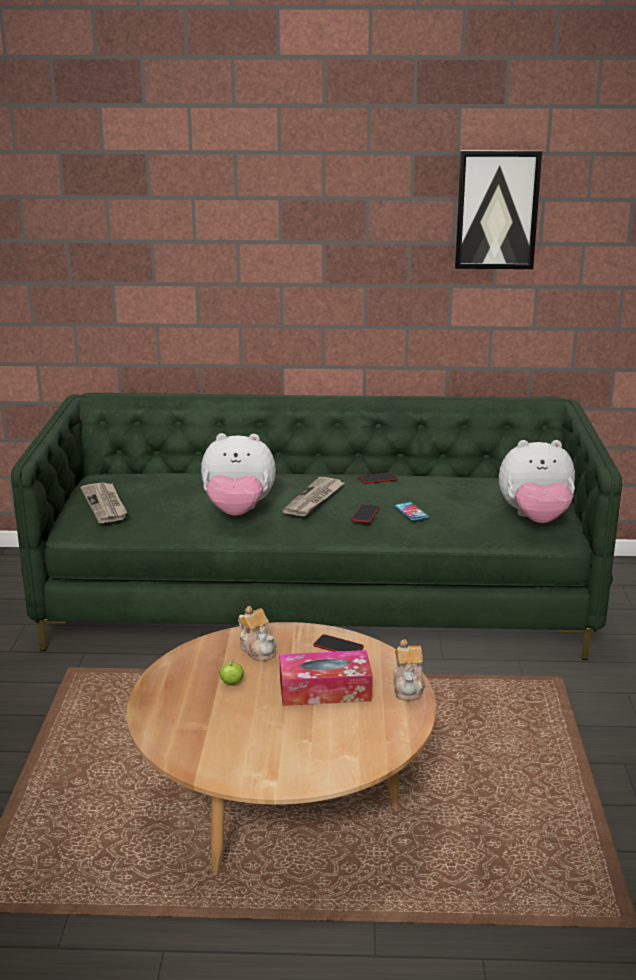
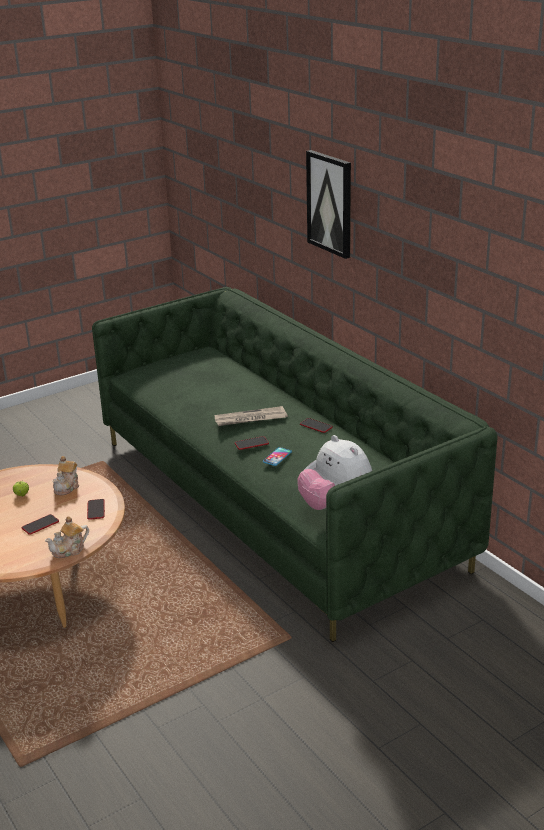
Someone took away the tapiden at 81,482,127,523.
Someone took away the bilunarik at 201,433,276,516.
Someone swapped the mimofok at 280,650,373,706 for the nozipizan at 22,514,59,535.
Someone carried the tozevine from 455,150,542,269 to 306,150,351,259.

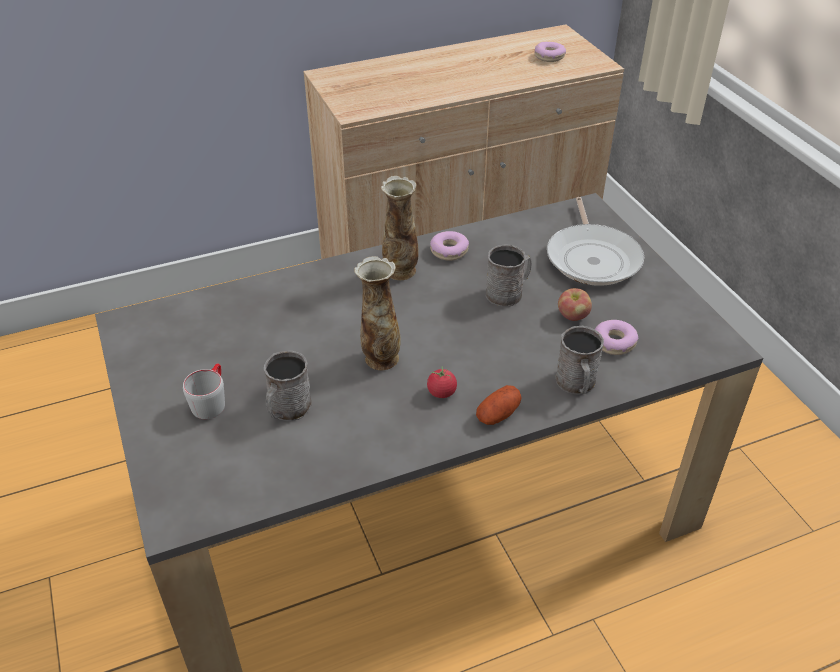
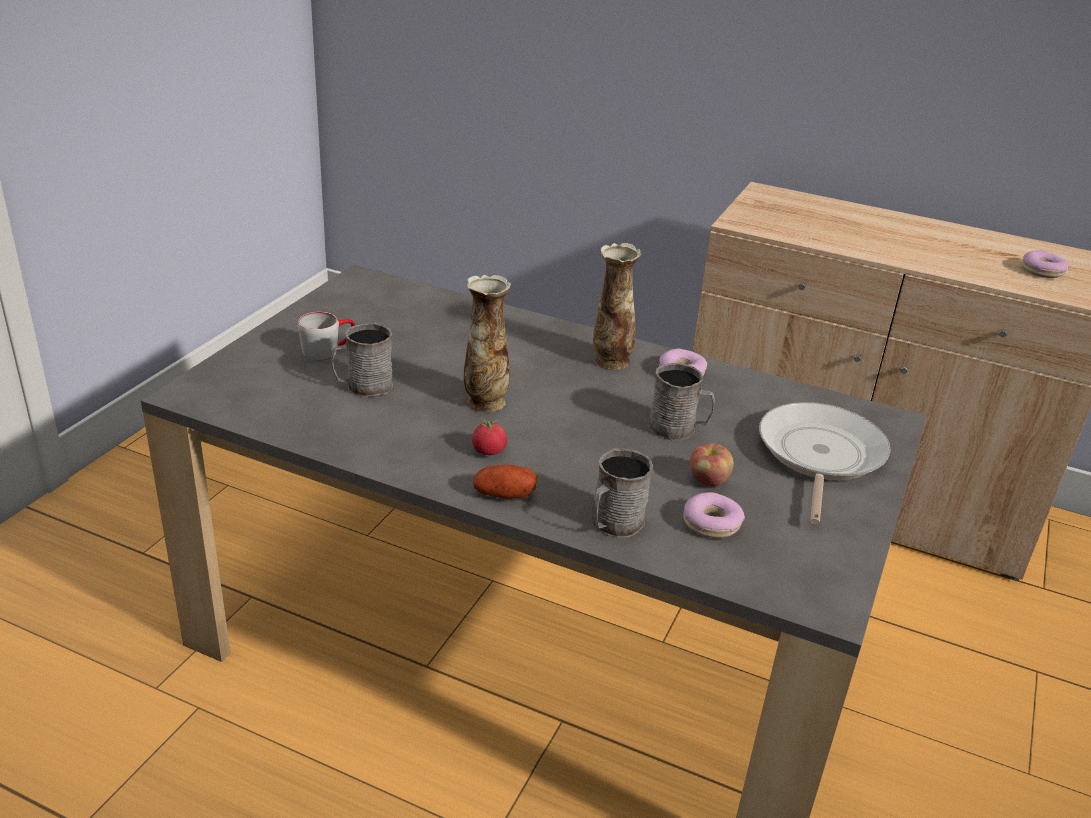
Someone rotated the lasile at 547,197,644,286 by 150 degrees clockwise.

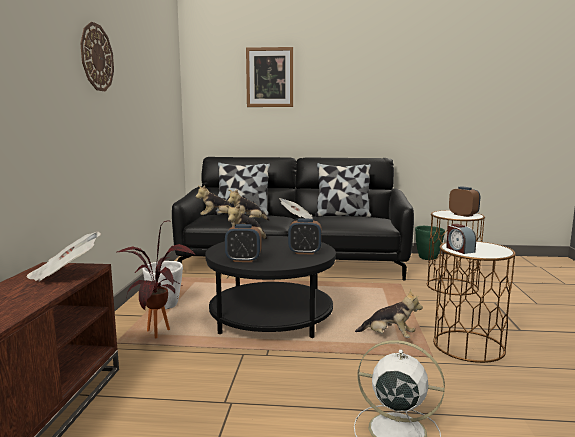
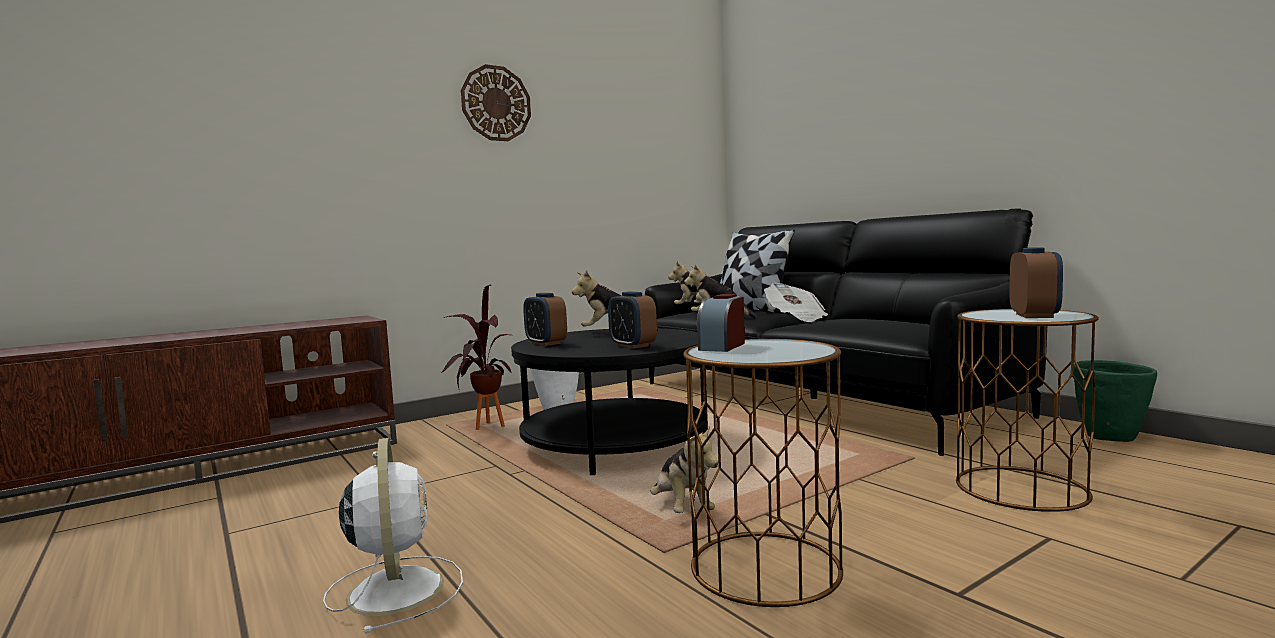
Someone took away the tapiden at 26,232,101,282.
Someone took away the tozevine at 246,47,293,107.
Someone took away the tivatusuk at 315,163,372,217.

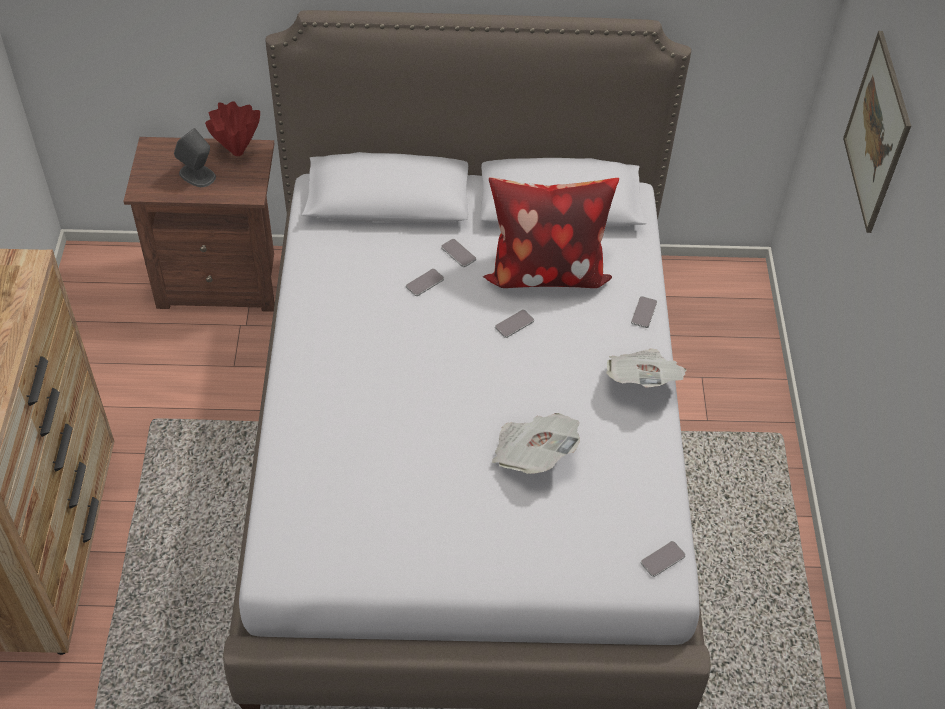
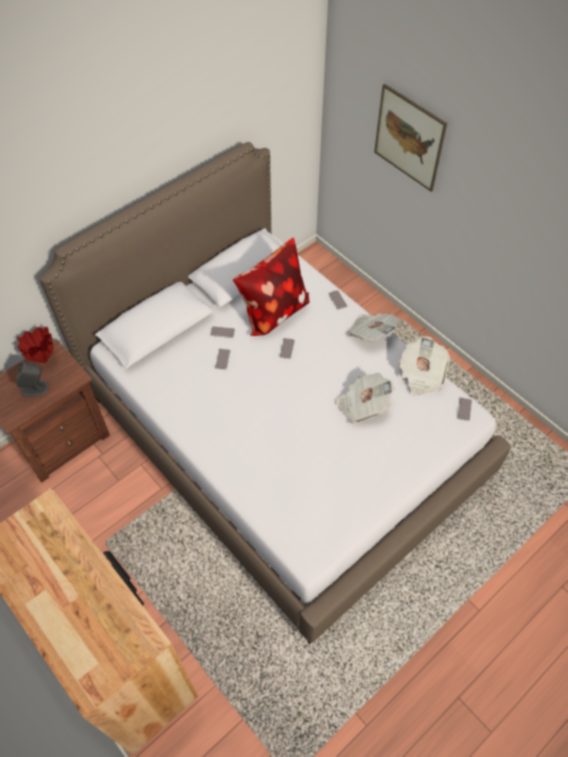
Someone put down the tapiden at 399,336,451,396.

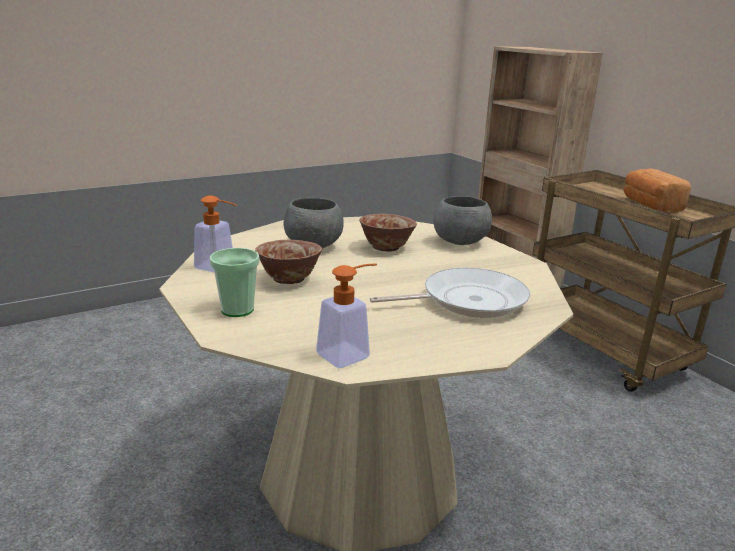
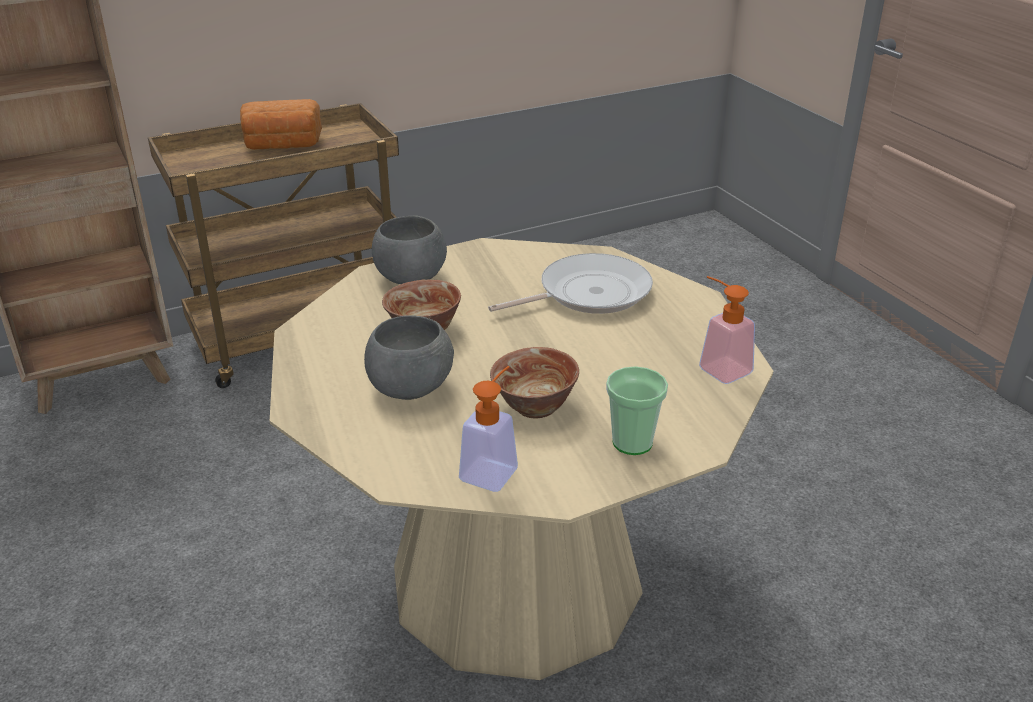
Someone rotated the lasile at 370,268,530,318 by 75 degrees clockwise.

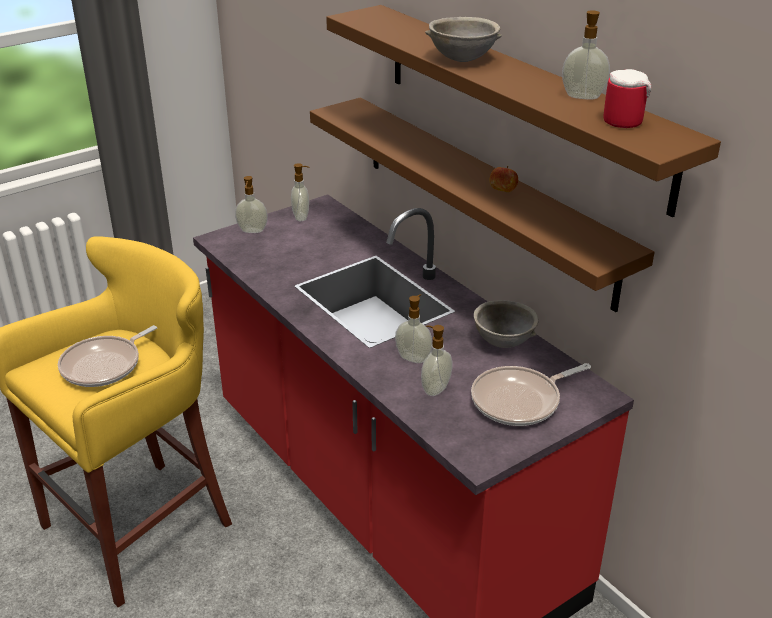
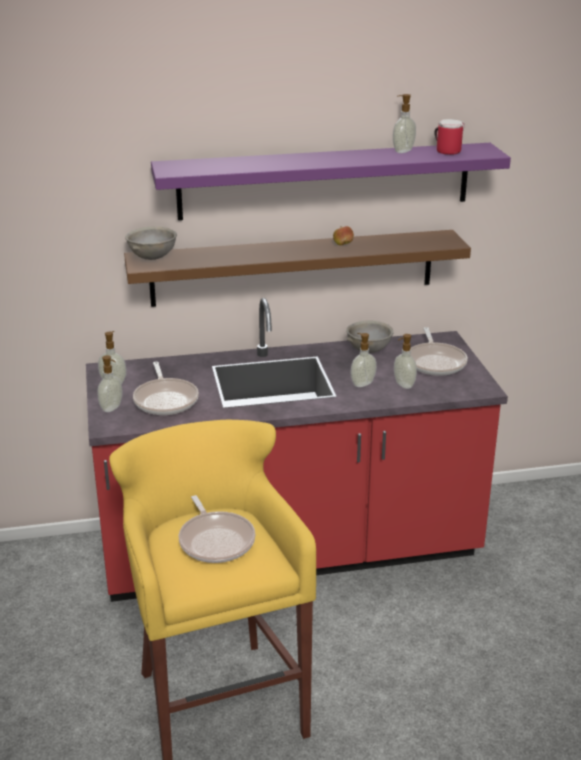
Someone repainted the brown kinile at 326,5,721,217, which became the purple kinile at 151,143,511,220.
Someone carried the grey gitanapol from 425,17,502,62 to 125,226,177,260.
Someone put down the lasile at 133,362,199,415.

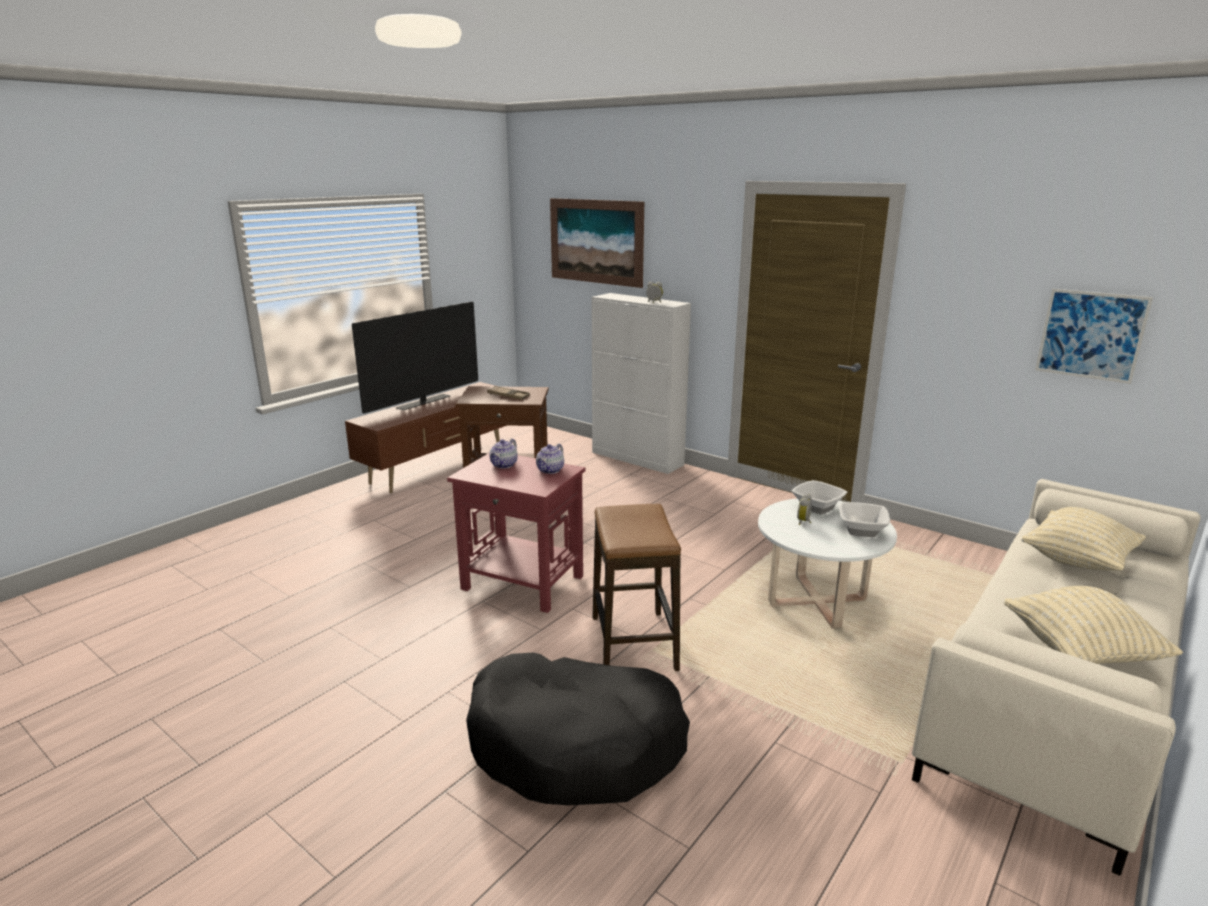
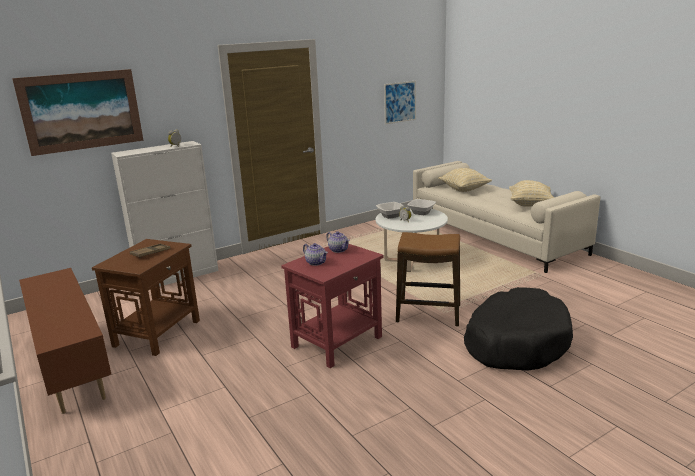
Someone took away the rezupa at 352,302,478,413.

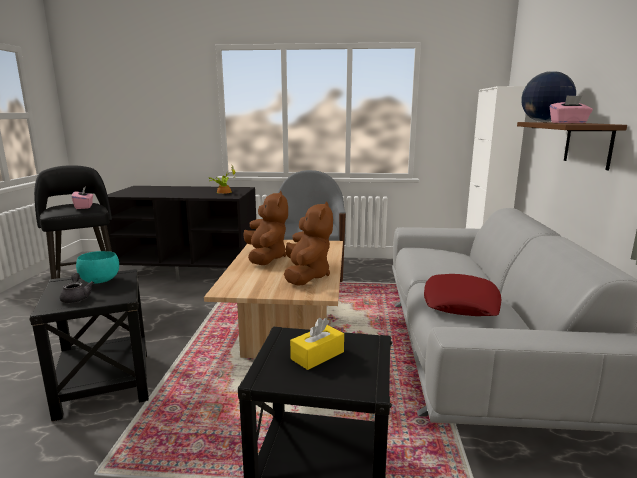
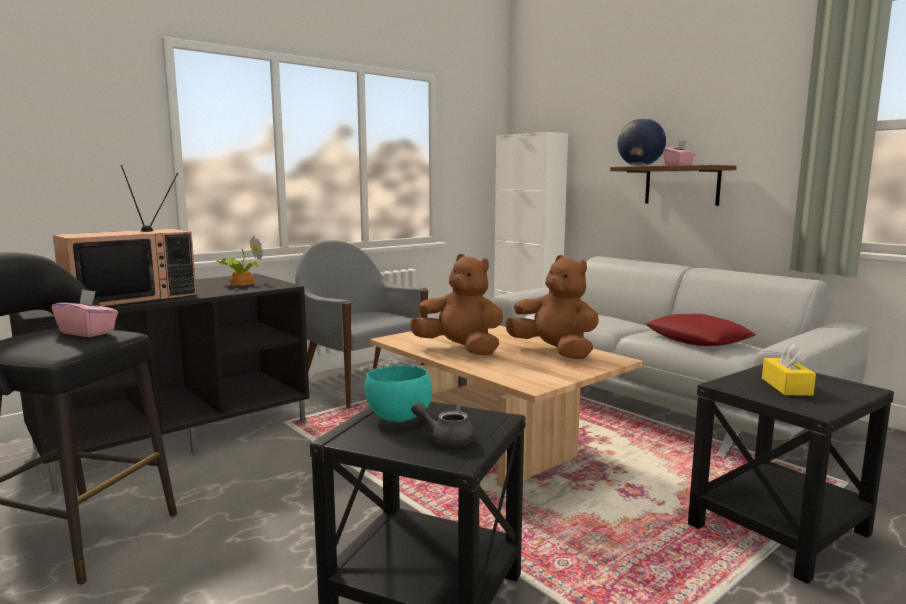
Someone put down the rezupa at 53,165,197,307.

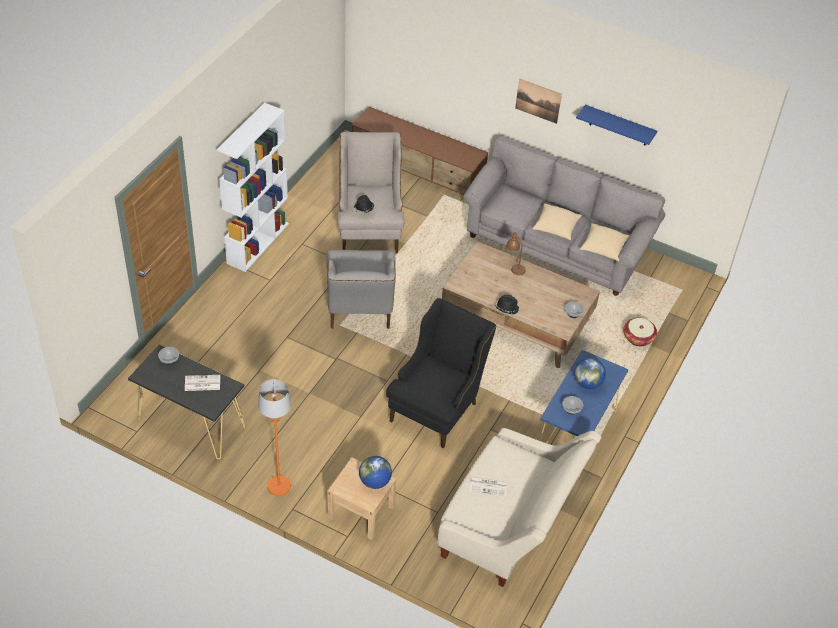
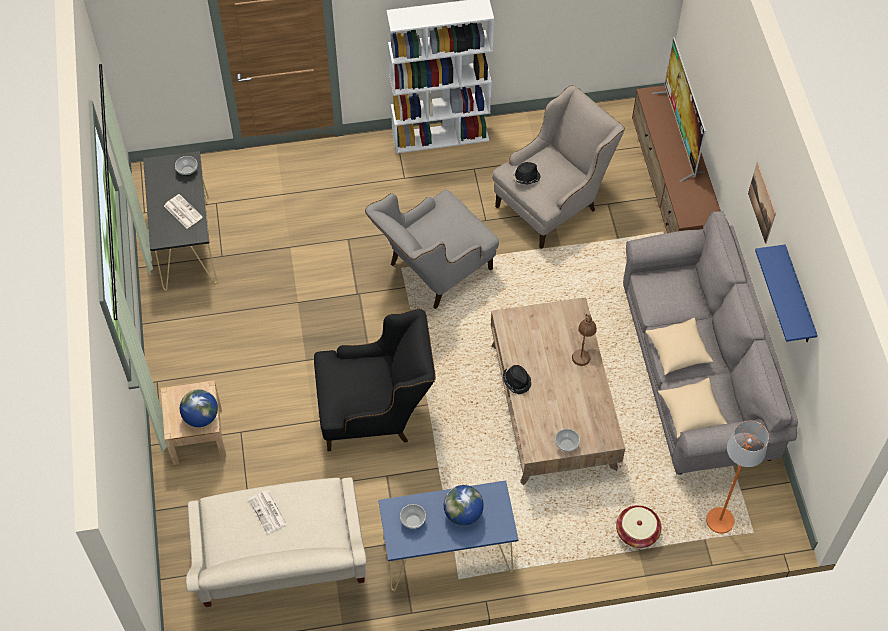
Someone carried the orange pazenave from 258,379,291,496 to 706,421,769,533.
Someone put down the rezupa at 652,37,706,182.

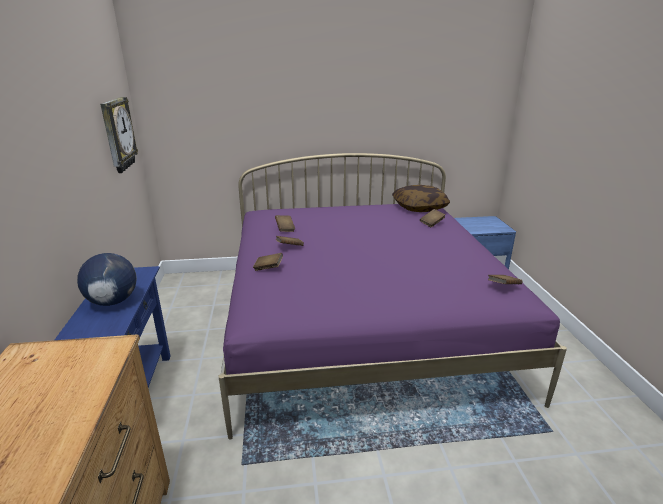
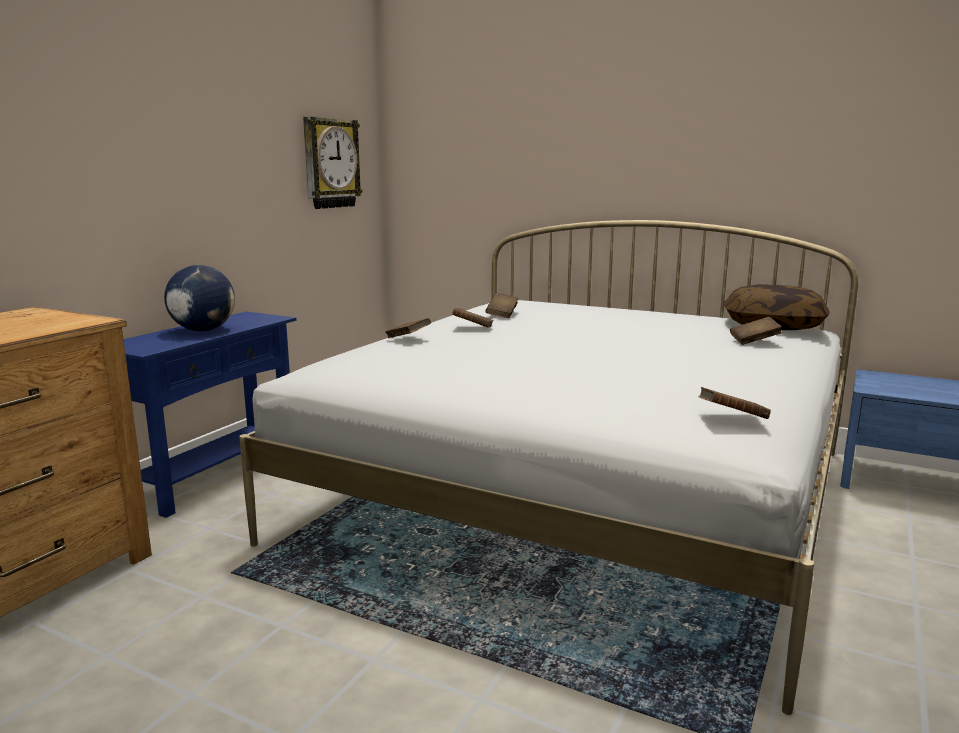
Someone repainted the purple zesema at 218,153,567,440, which became the white zesema at 239,220,858,715.

